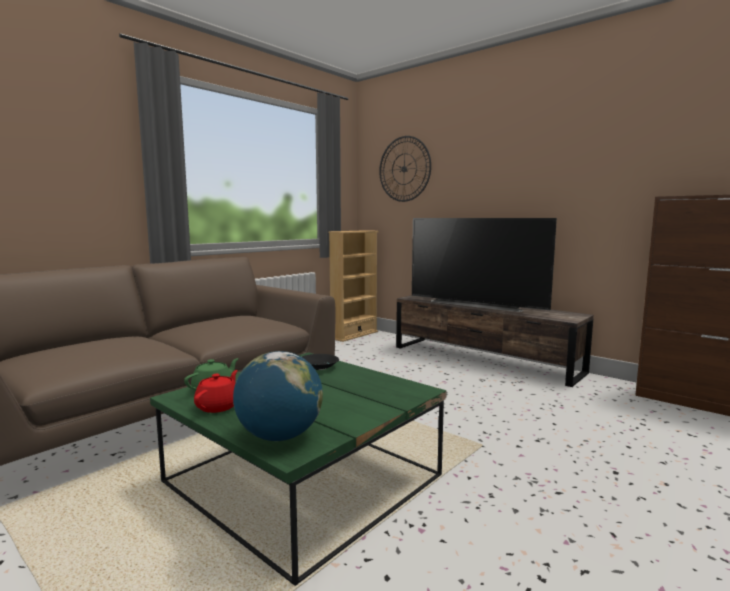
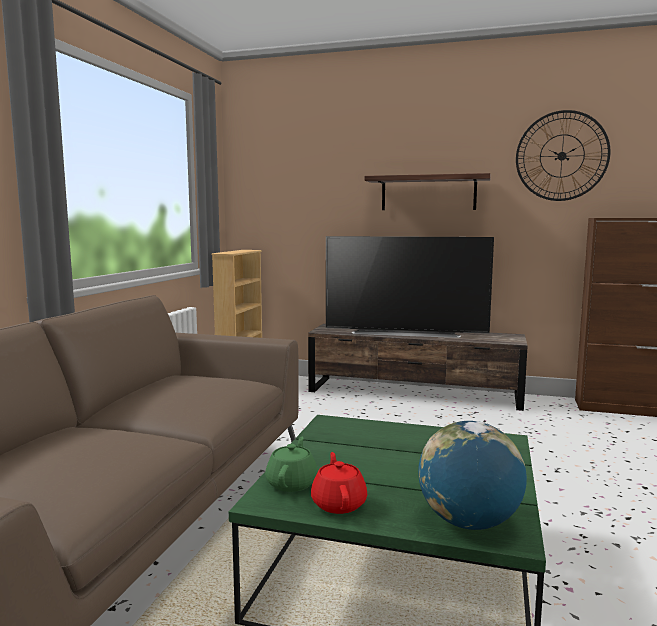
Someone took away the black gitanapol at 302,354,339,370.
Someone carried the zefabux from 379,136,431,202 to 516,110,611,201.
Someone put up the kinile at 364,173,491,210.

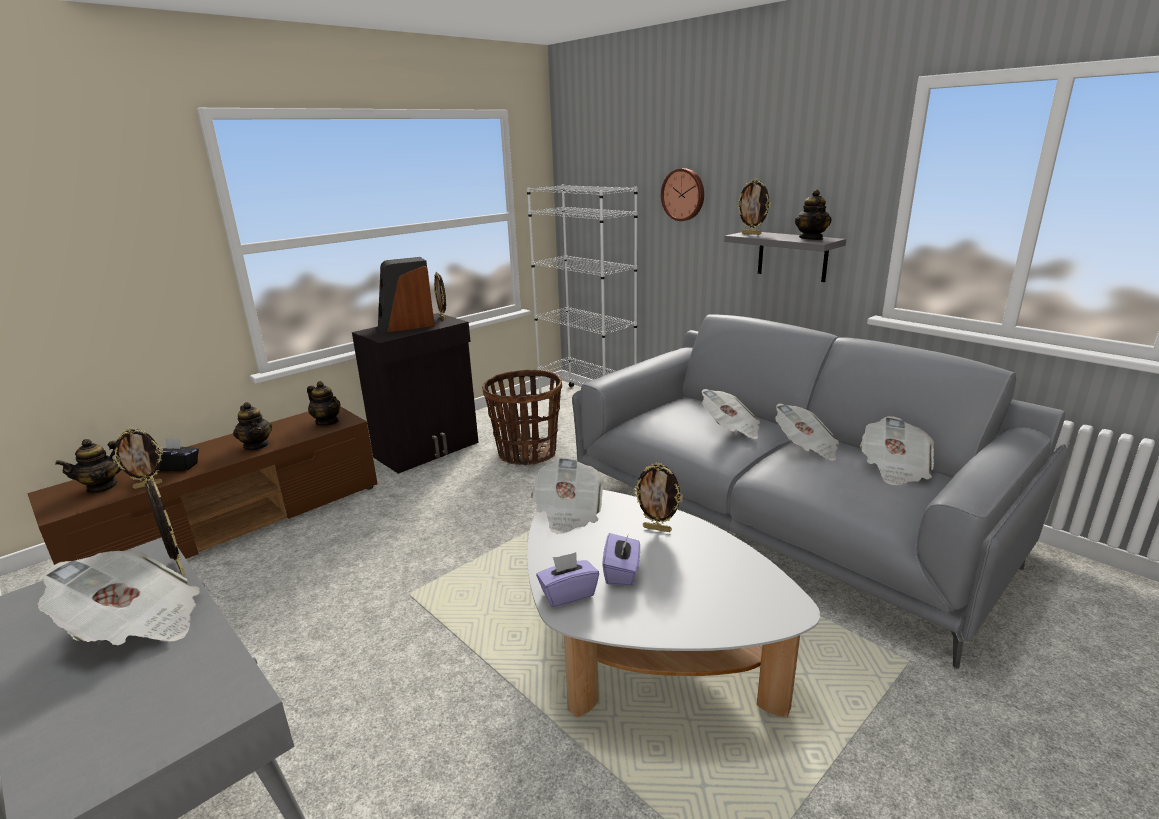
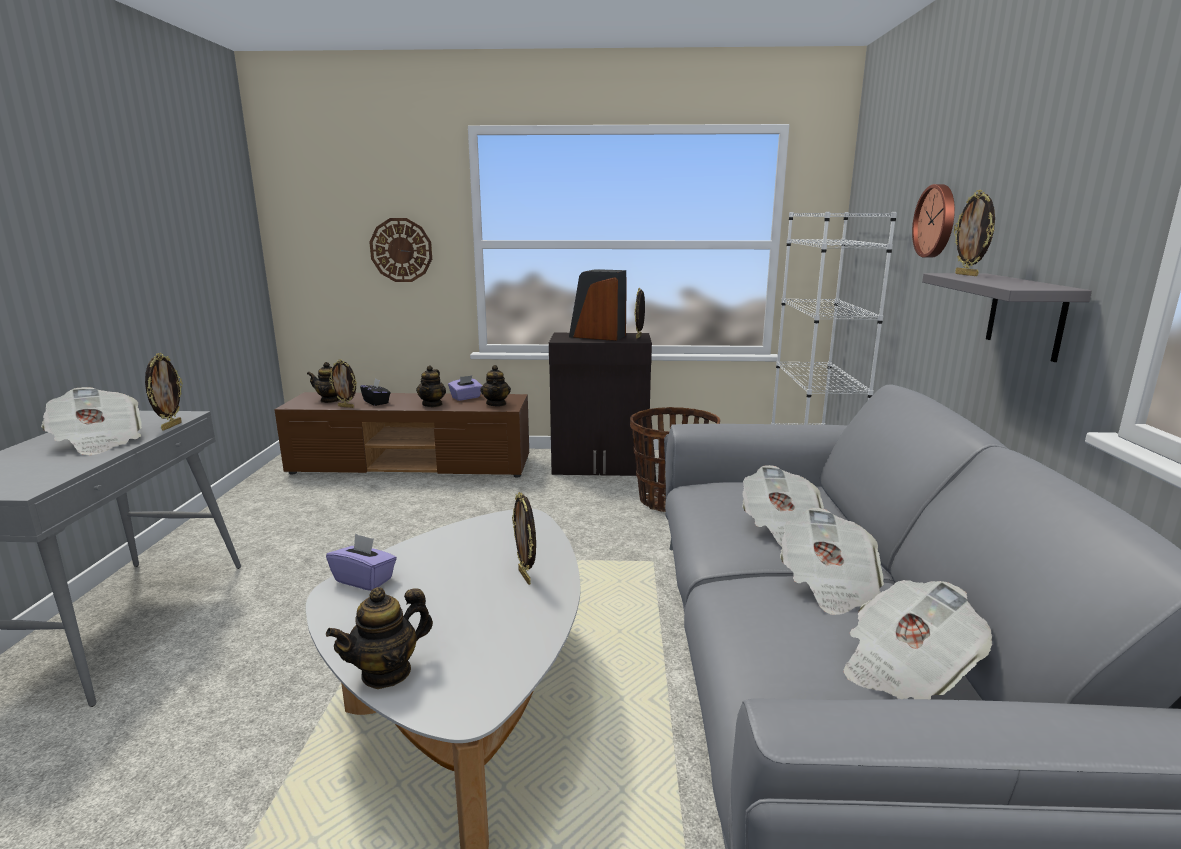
Someone took away the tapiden at 531,457,604,534.
Someone carried the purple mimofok from 603,533,640,586 to 448,376,482,401.
Someone carried the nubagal from 795,190,832,240 to 326,587,433,689.
Someone put up the zefabux at 369,218,432,282.

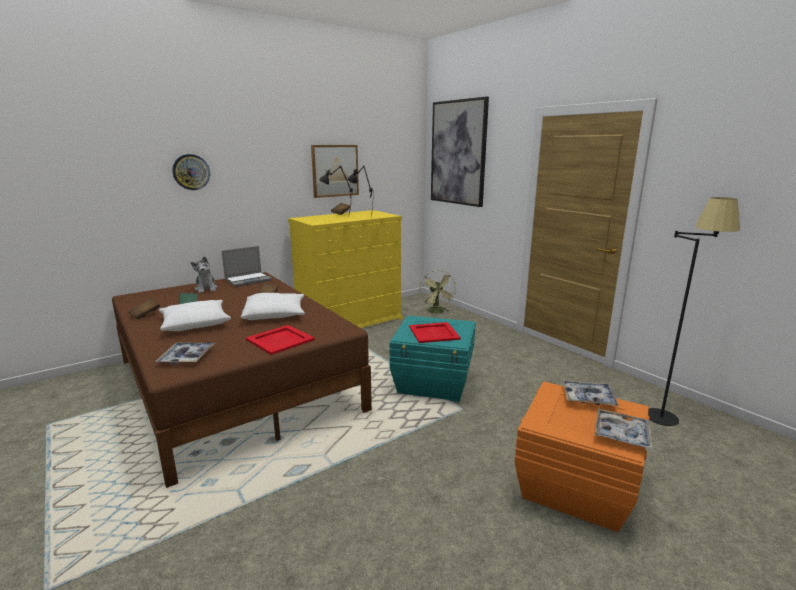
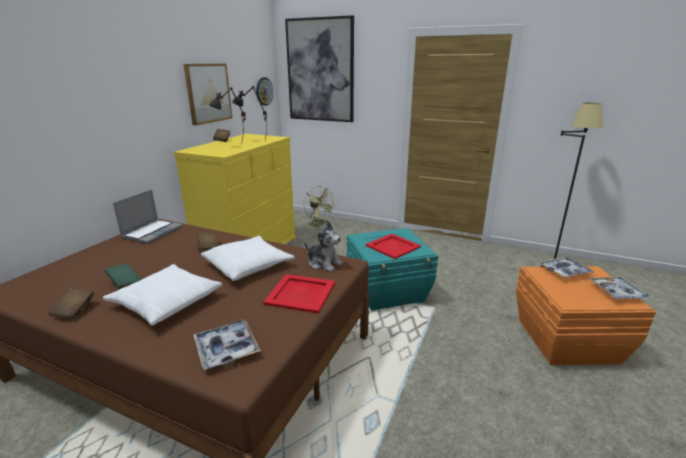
Someone carried the zefabux from 172,154,210,190 to 256,77,273,106.
Someone carried the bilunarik from 191,256,218,293 to 304,221,343,272.

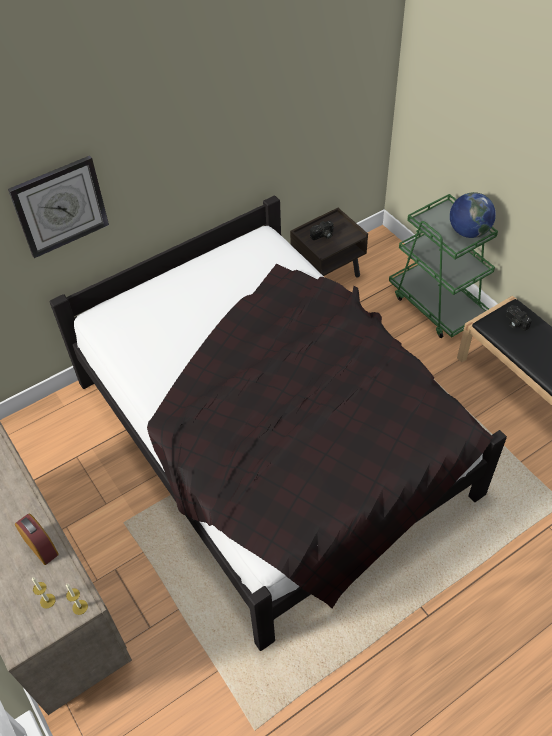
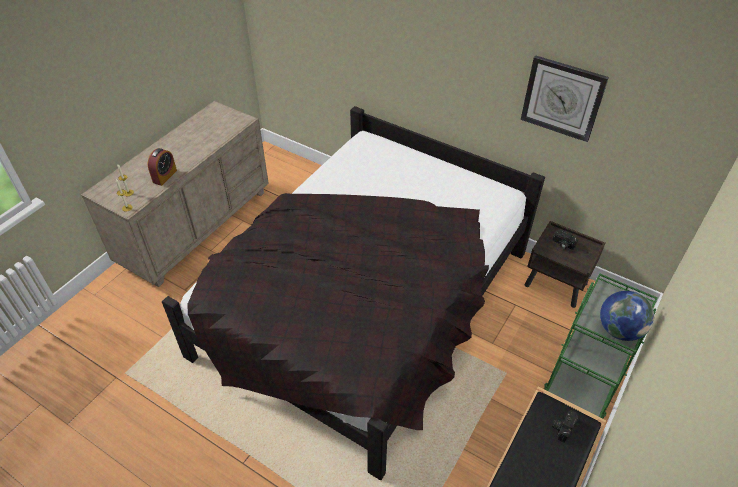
Someone carried the zefabux from 8,156,109,258 to 521,55,609,142.

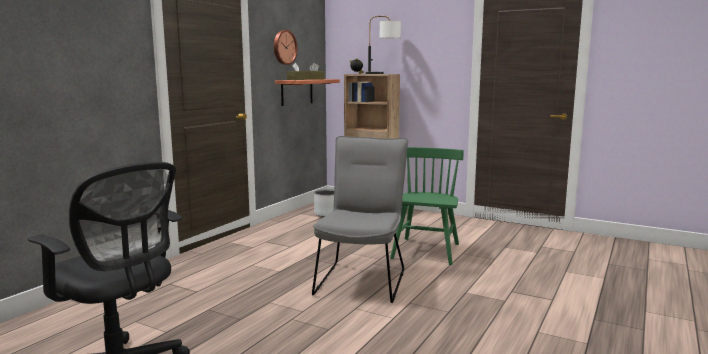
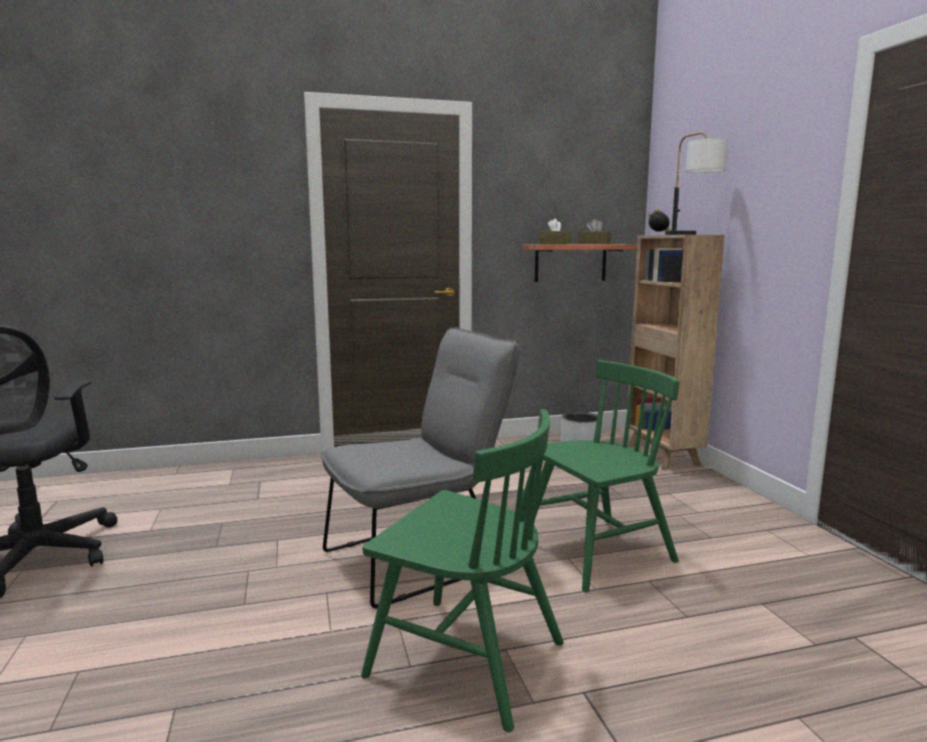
Someone took away the zefabux at 274,30,297,65.
Someone put down the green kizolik at 361,409,564,732.

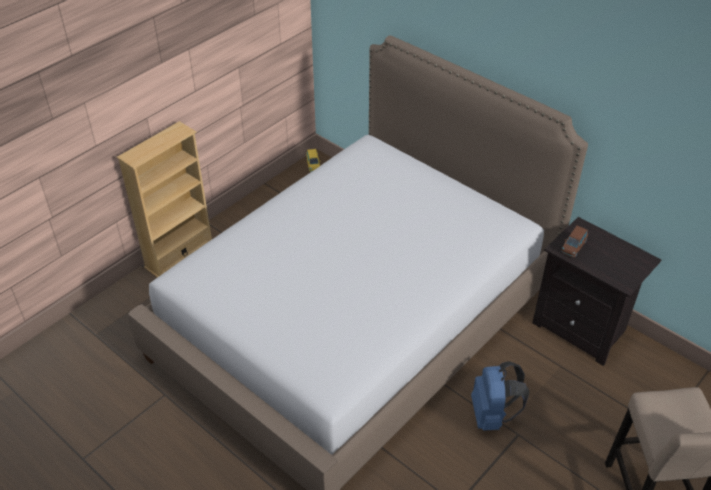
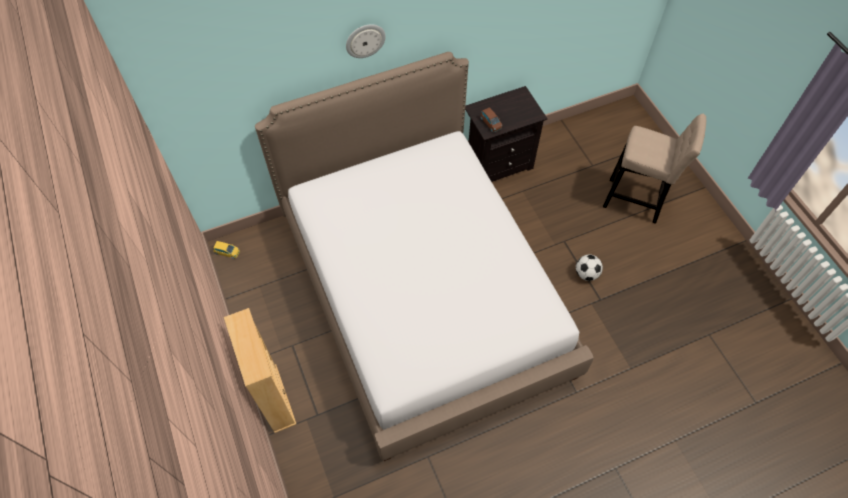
Someone took away the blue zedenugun at 471,361,529,431.
Someone put up the zefabux at 346,24,386,58.
Someone put down the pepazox at 576,254,603,281.

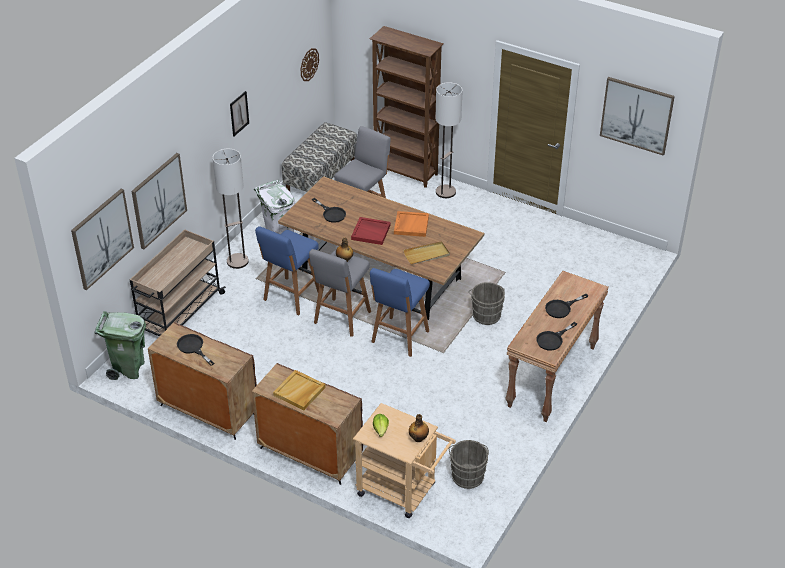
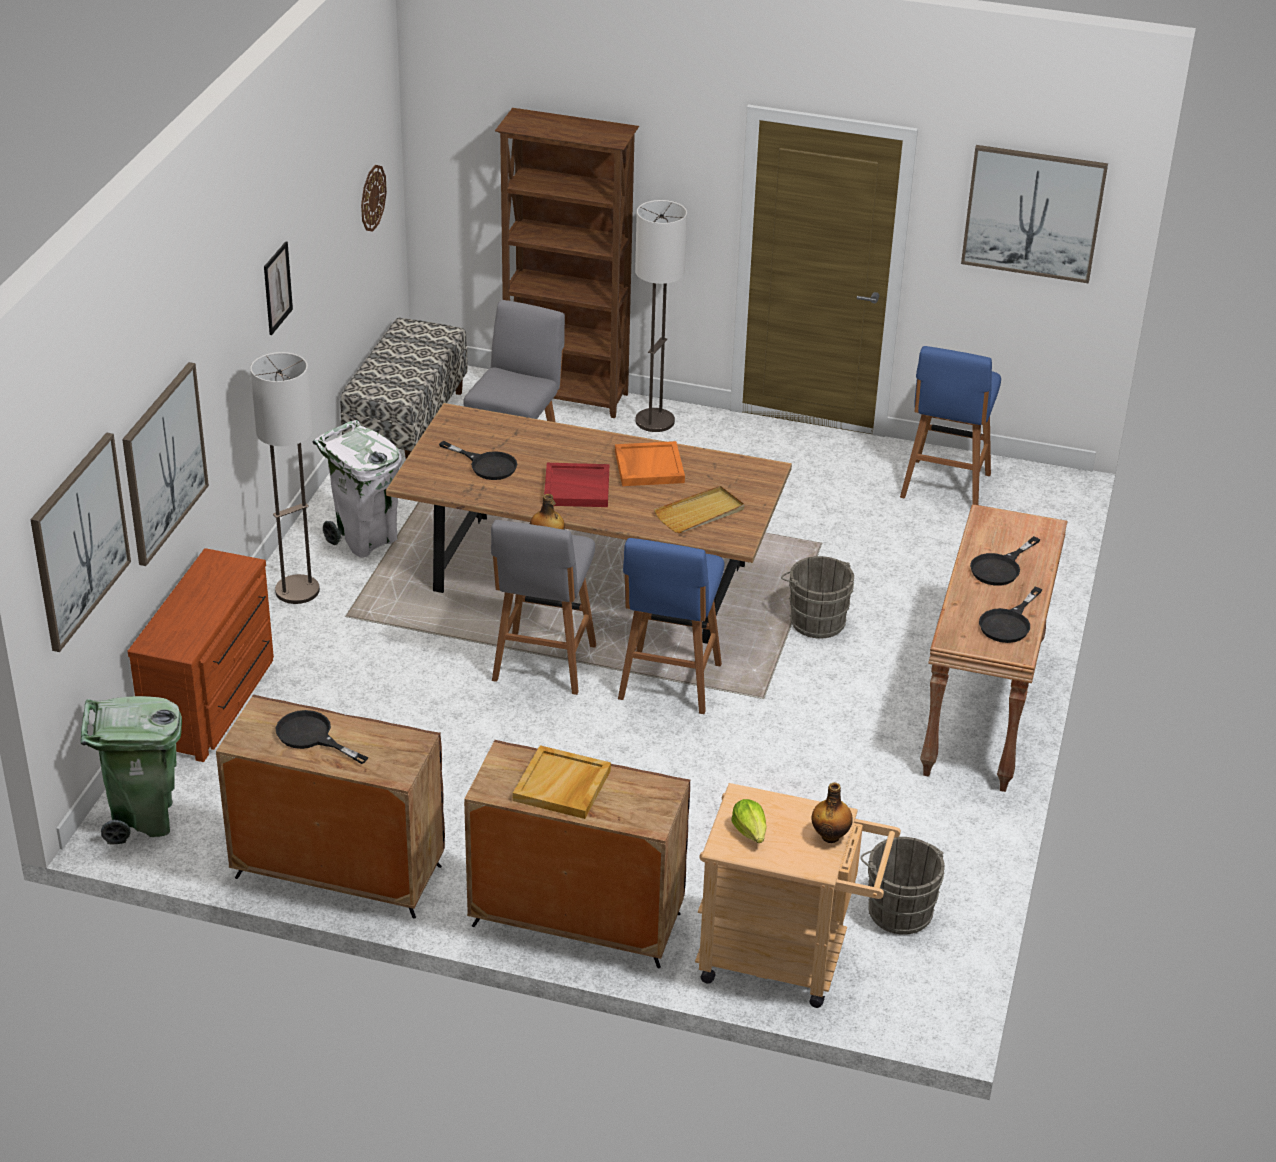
Someone swapped the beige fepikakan at 130,229,226,337 for the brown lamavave at 128,548,274,762.
Someone carried the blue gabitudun from 255,226,319,315 to 900,346,1001,505.

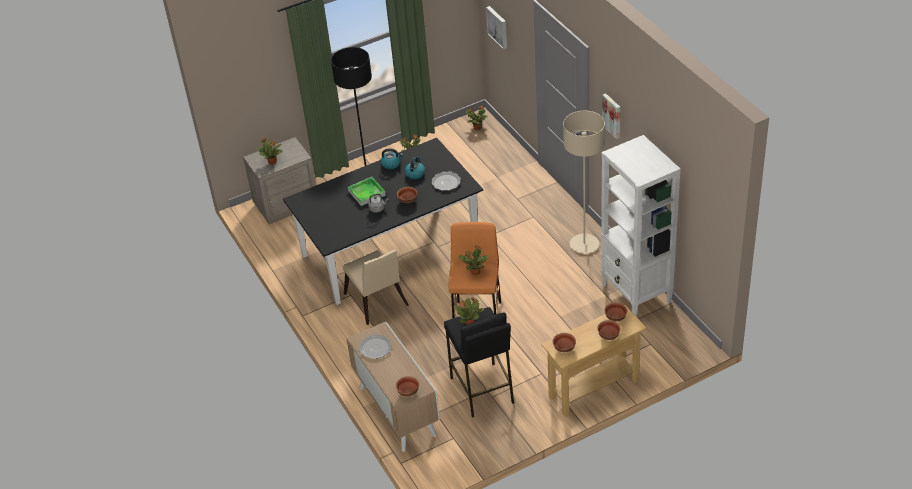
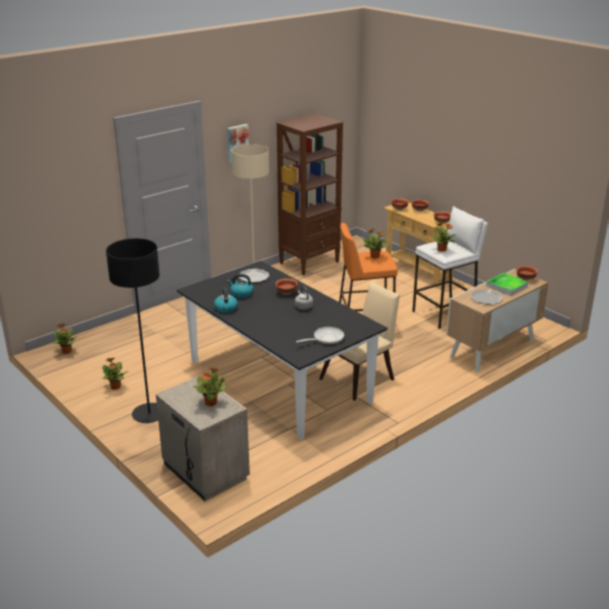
Someone carried the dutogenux from 348,177,386,206 to 486,273,528,296.
Someone repainted the black gabitudun at 444,307,514,418, which became the white gabitudun at 412,206,488,329.
Someone took away the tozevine at 486,6,507,50.
Someone repainted the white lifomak at 600,135,681,317, which became the brown lifomak at 277,114,343,275.
Someone put down the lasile at 296,327,344,344.

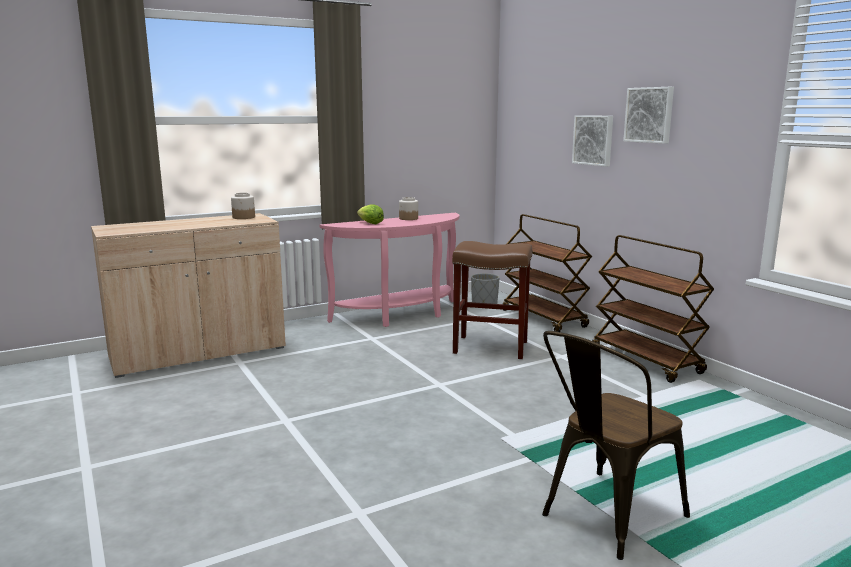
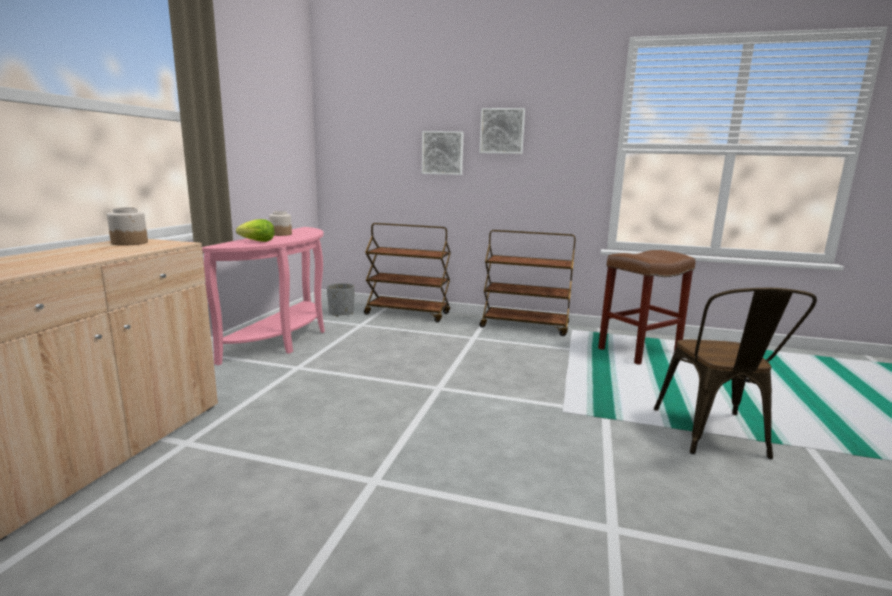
Someone carried the brown gabitudun from 452,241,532,359 to 598,250,695,365.

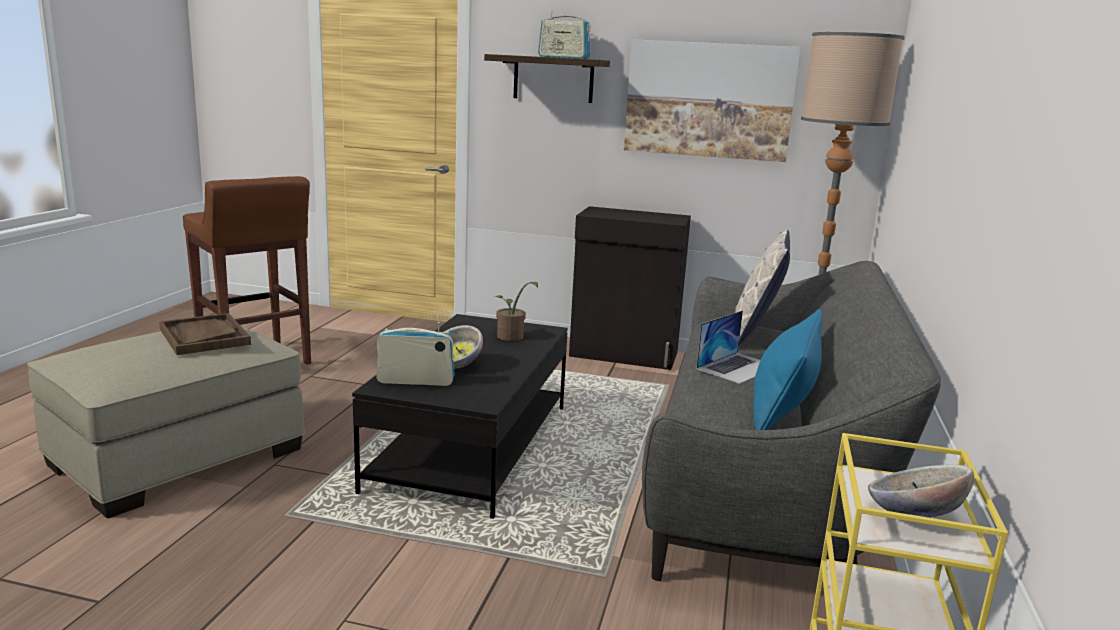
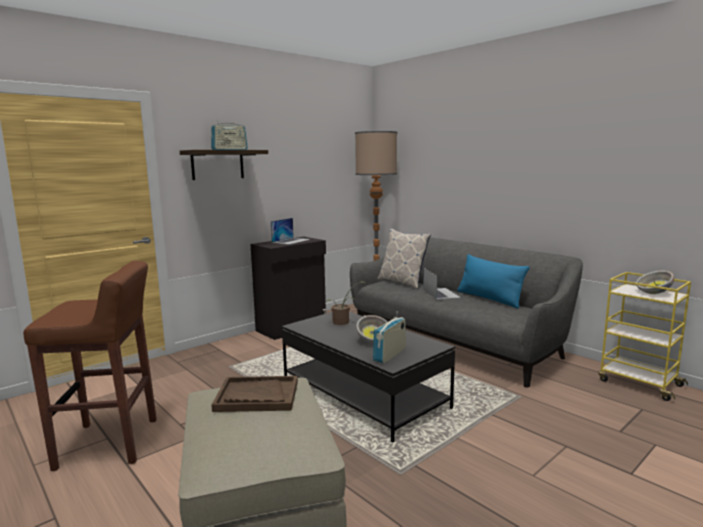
Someone took away the tozevine at 624,39,801,162.
Someone put down the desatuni at 271,218,310,245.

